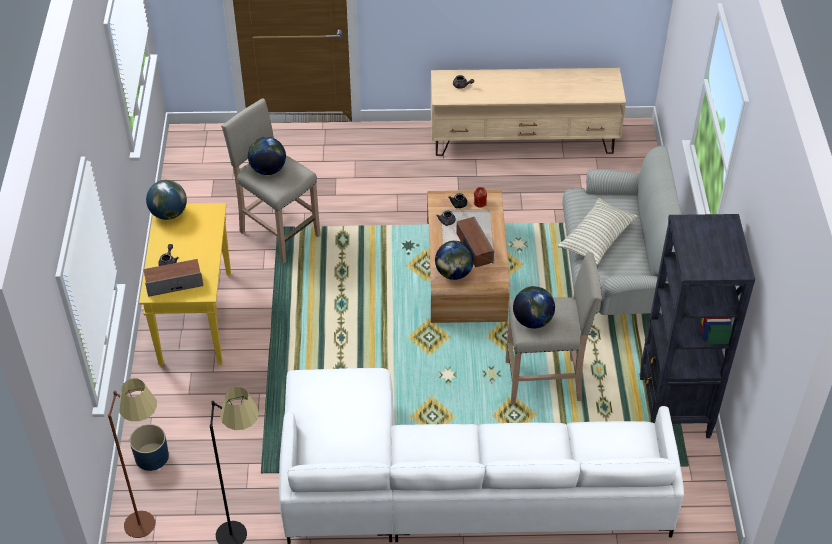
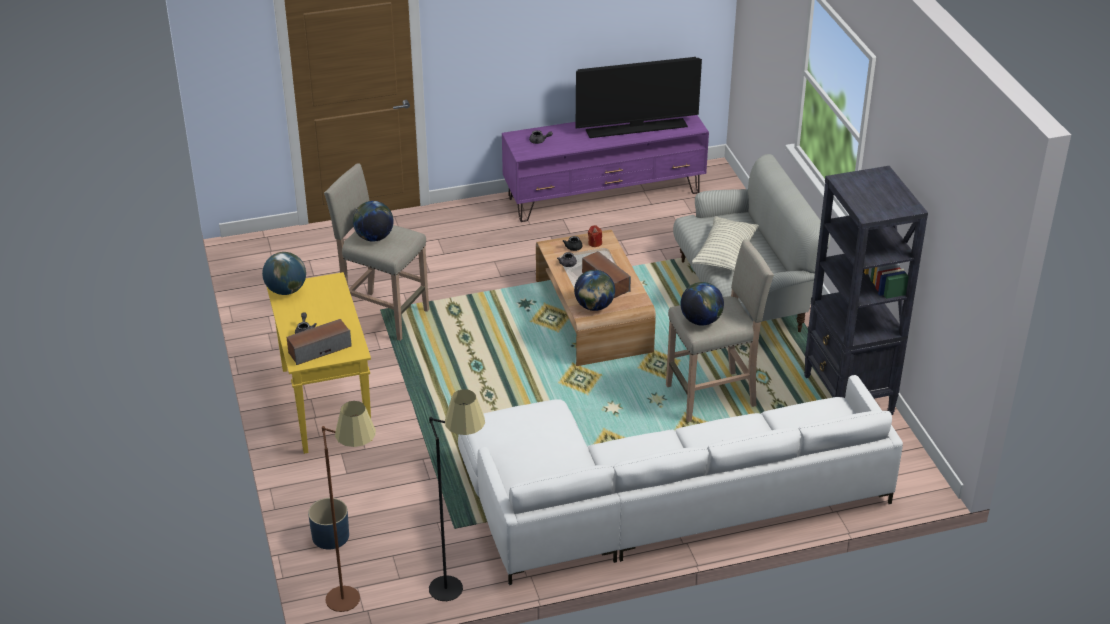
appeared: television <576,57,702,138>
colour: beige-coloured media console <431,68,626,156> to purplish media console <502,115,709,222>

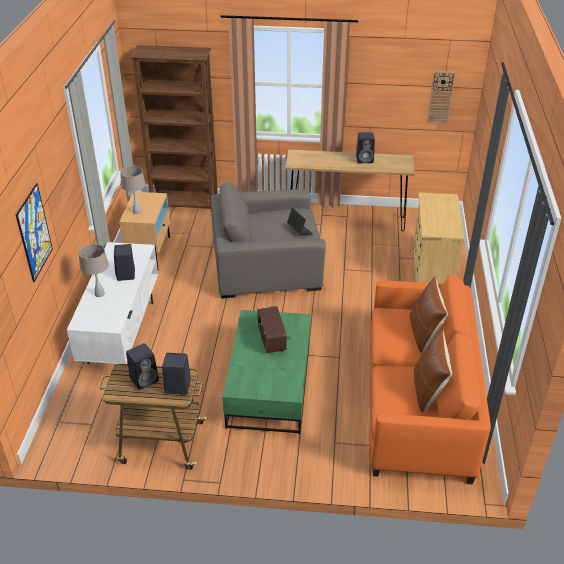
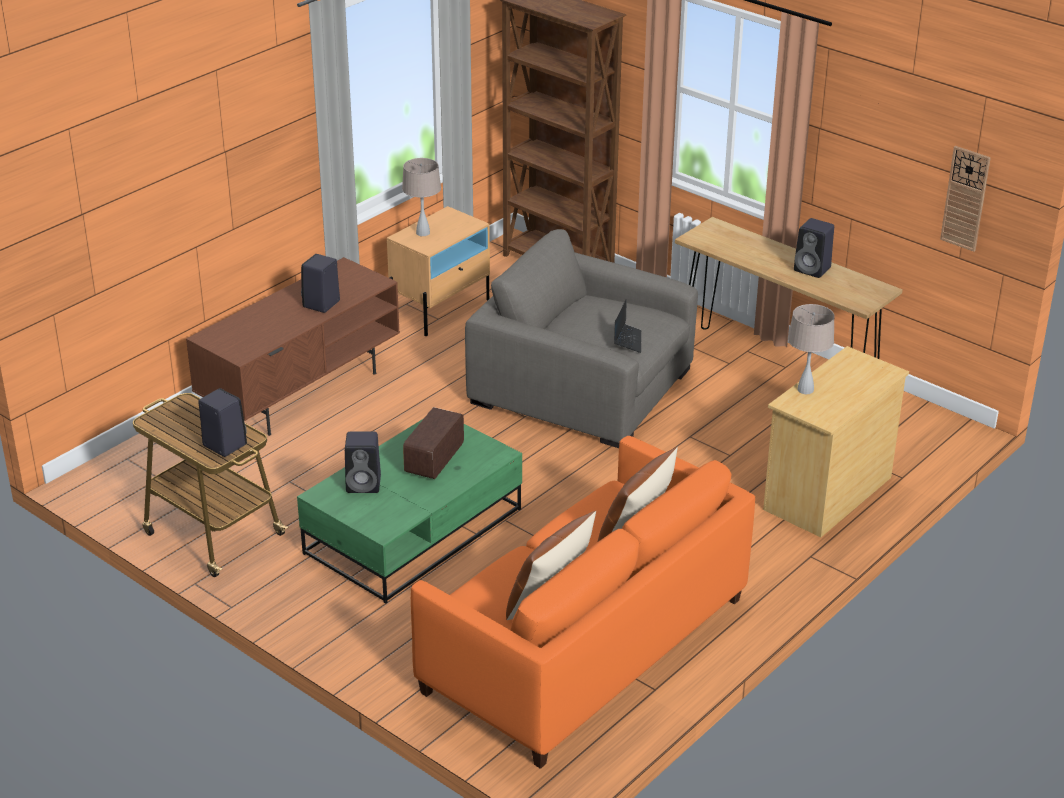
missing: wall picture <16,183,53,282>
relocated: beige-coloured tabletop lamp <78,244,109,297> to <788,304,835,394>; black speaker <126,343,159,390> to <345,431,381,493>
colour: white-coloured media console <67,242,158,364> to brown media console <186,257,400,436>

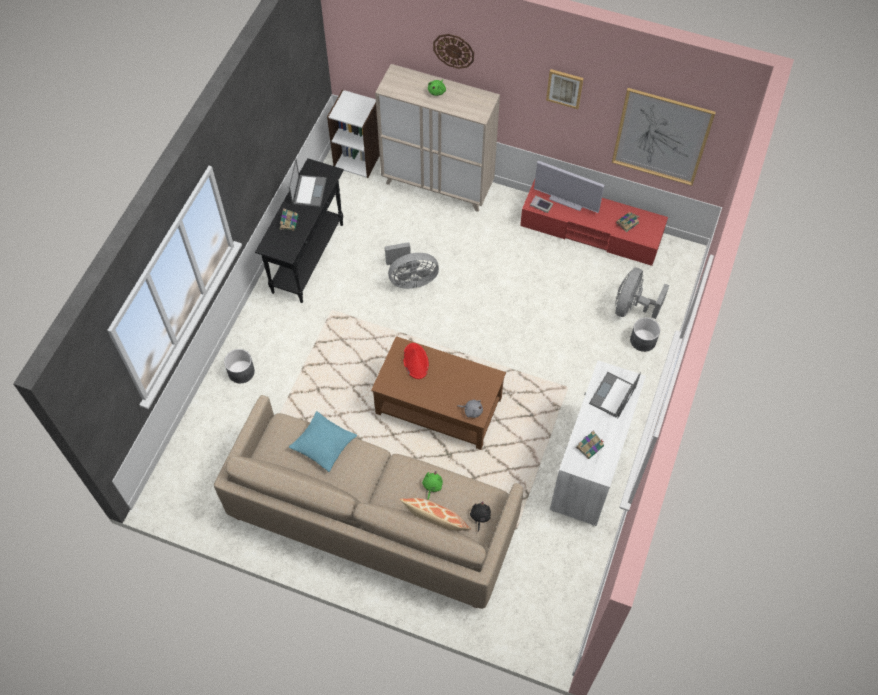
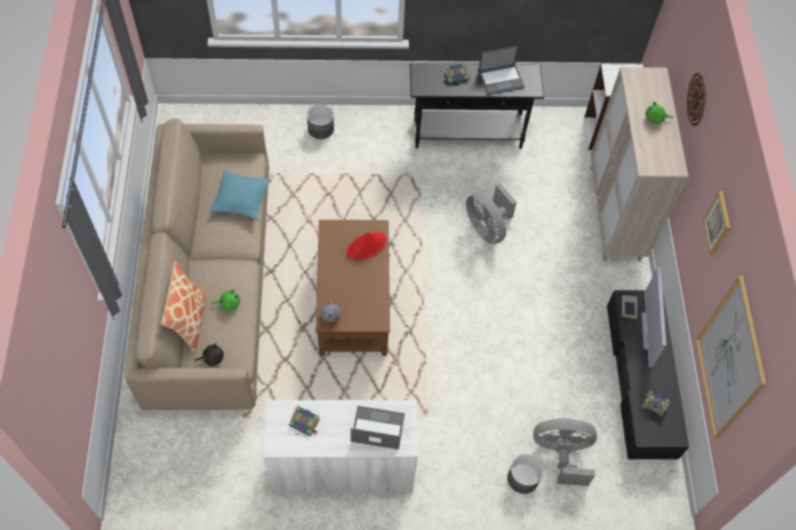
colour: reddish media console <520,179,668,266> to black media console <607,290,689,460>

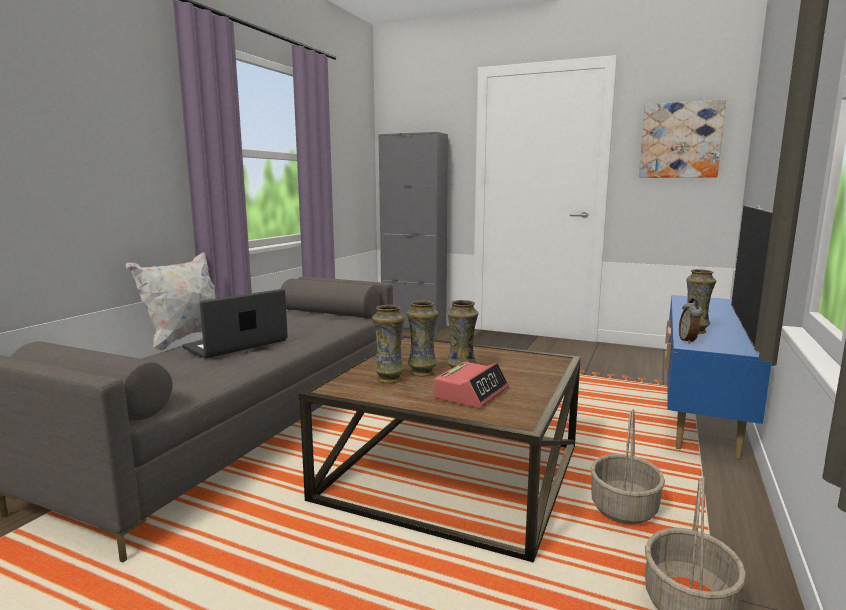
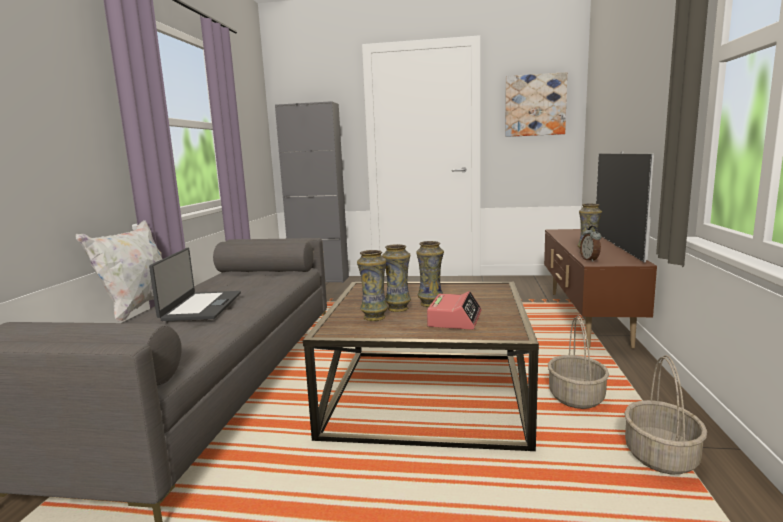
colour: blue media console <665,295,772,460> to brown media console <544,229,657,349>
spun: portable computer <182,289,288,358> = <149,248,241,321> 150 degrees clockwise

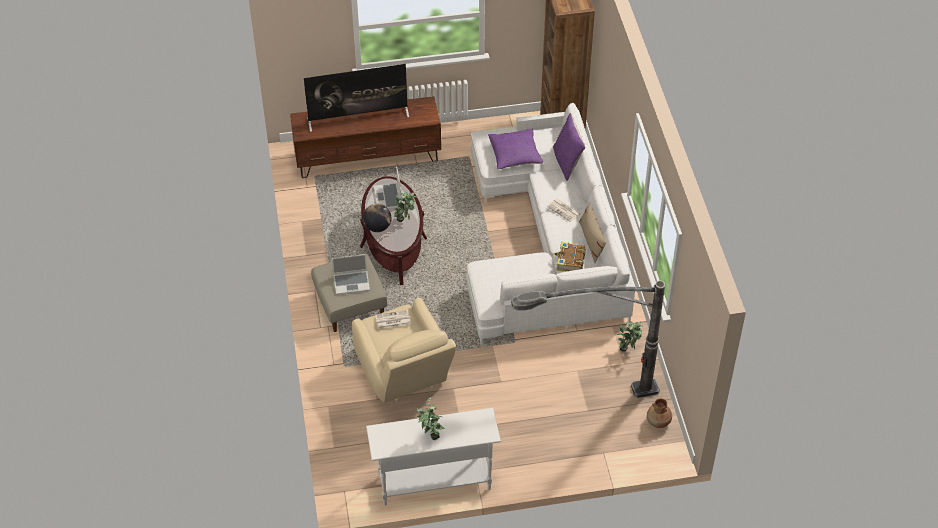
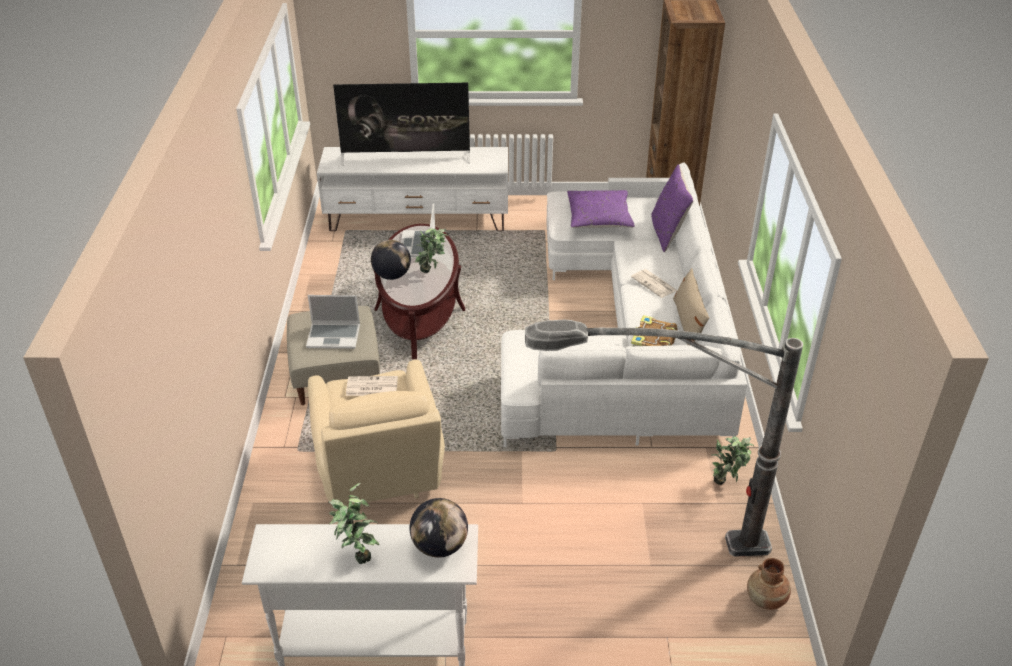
appeared: desk globe <410,498,468,558>
colour: brown media console <290,96,441,178> to white-coloured media console <317,147,508,231>

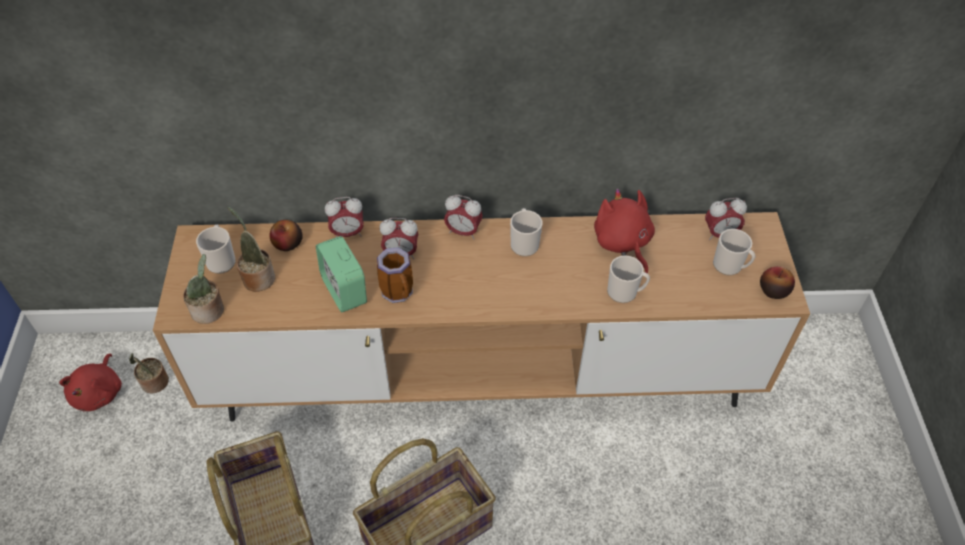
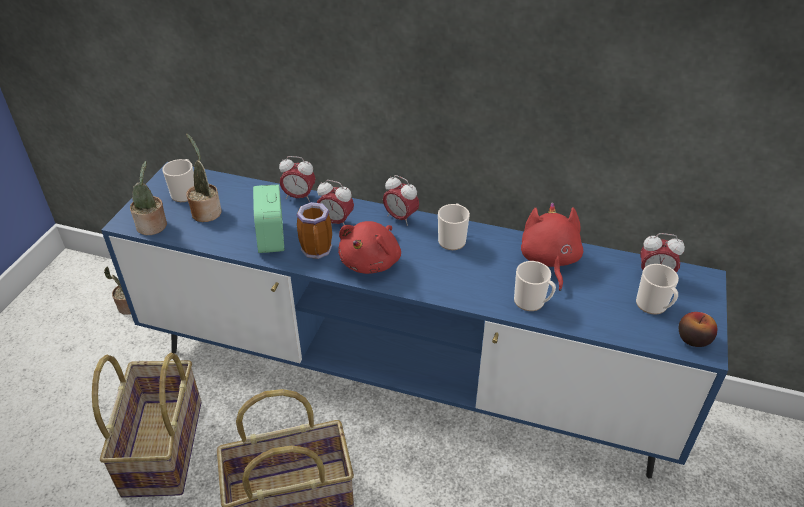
missing: apple <270,220,303,251>
relocated: reddish cuddly toy <59,353,122,411> to <338,221,401,274>
colour: brown media console <153,212,810,422> to blue media console <101,162,728,479>

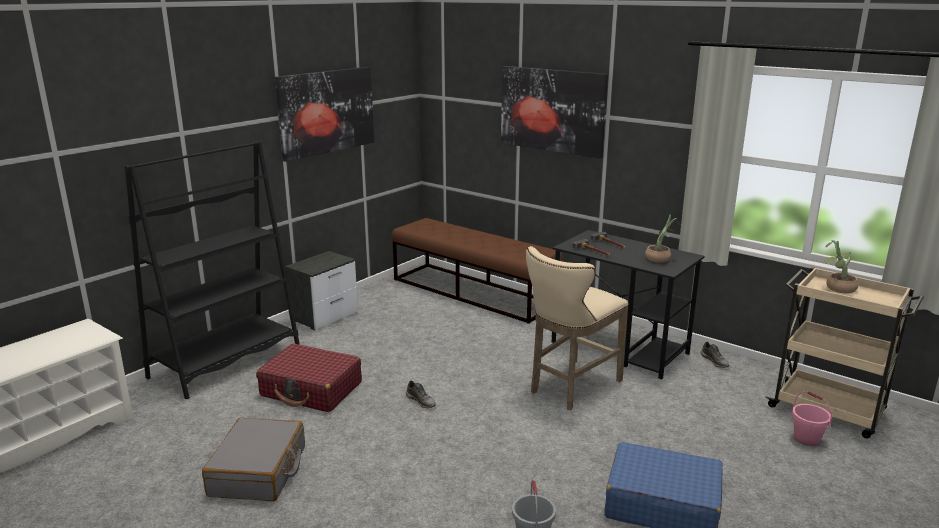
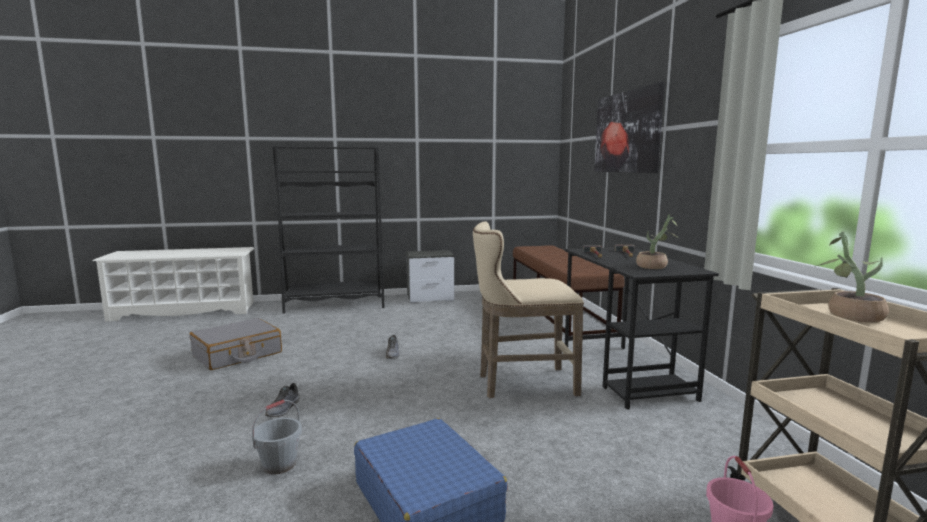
missing: reddish suitcase <256,343,362,412>; wall picture <275,67,374,162>
relocated: grey item of footwear <701,342,729,368> to <265,383,300,417>

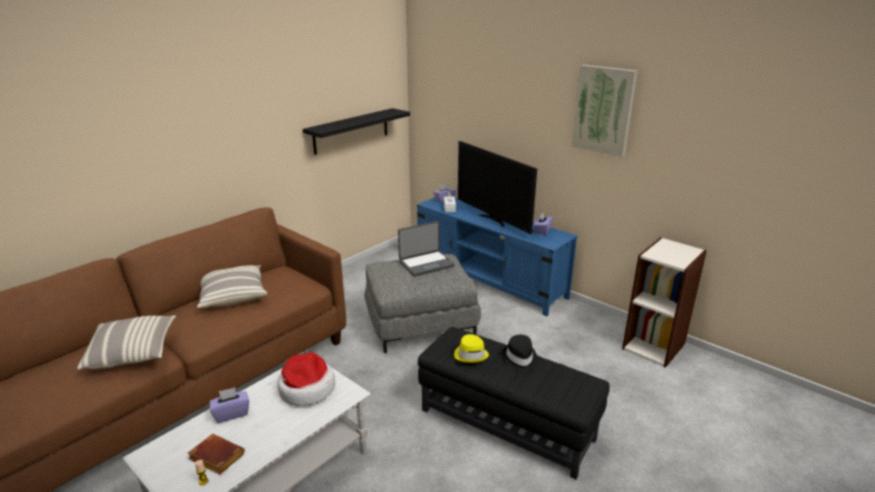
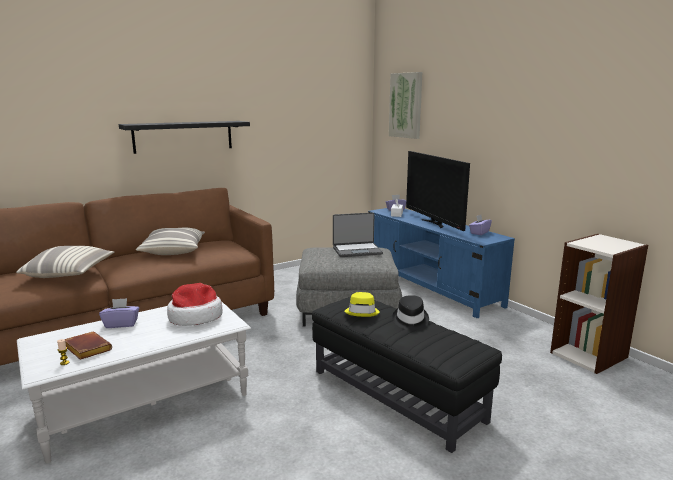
relocated: black shelf <303,108,410,155> to <119,121,250,154>; wall picture <572,65,637,157> to <389,72,422,139>

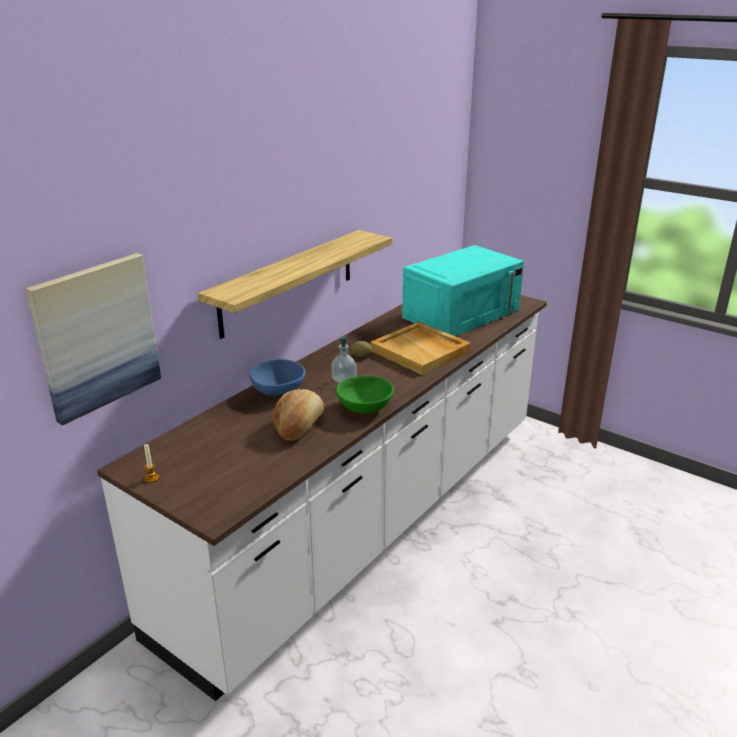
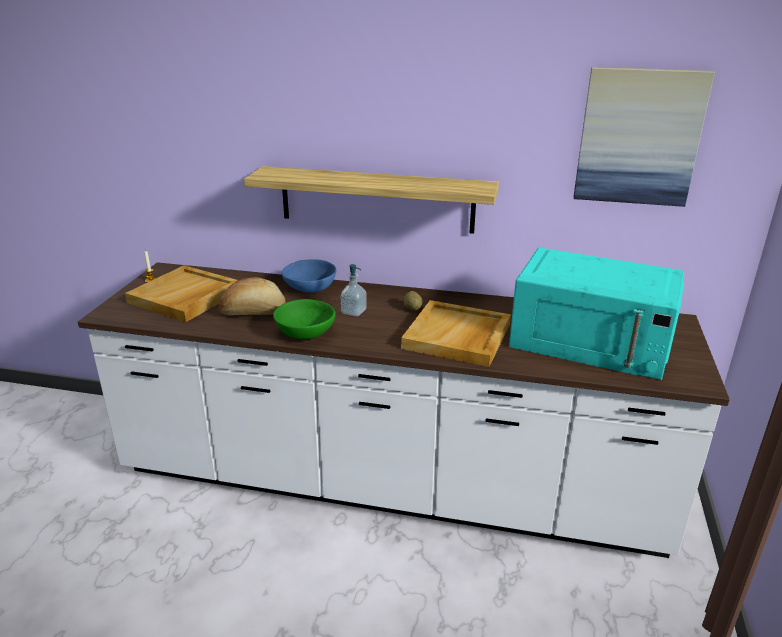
appeared: beige-coloured serving tray <125,265,237,322>
relocated: wall picture <25,253,161,425> to <574,67,715,207>

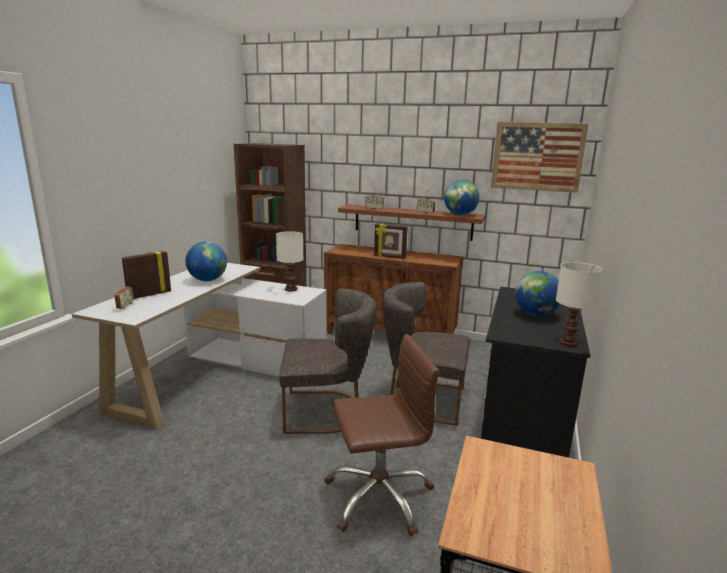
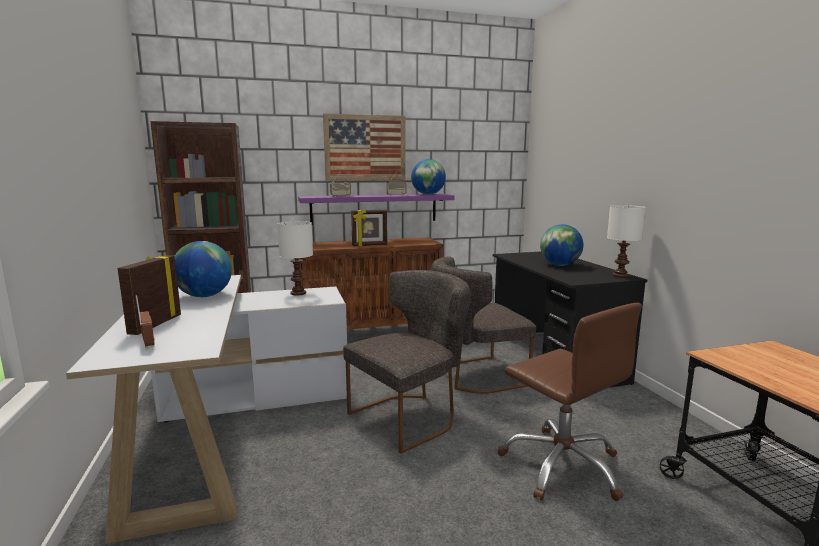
relocated: wall picture <491,122,589,193> to <323,113,406,181>
colour: brown shelf <338,205,485,241> to purplish shelf <298,194,455,225>
spun: brown computer chair <325,334,439,536> = <498,303,642,501> 105 degrees clockwise

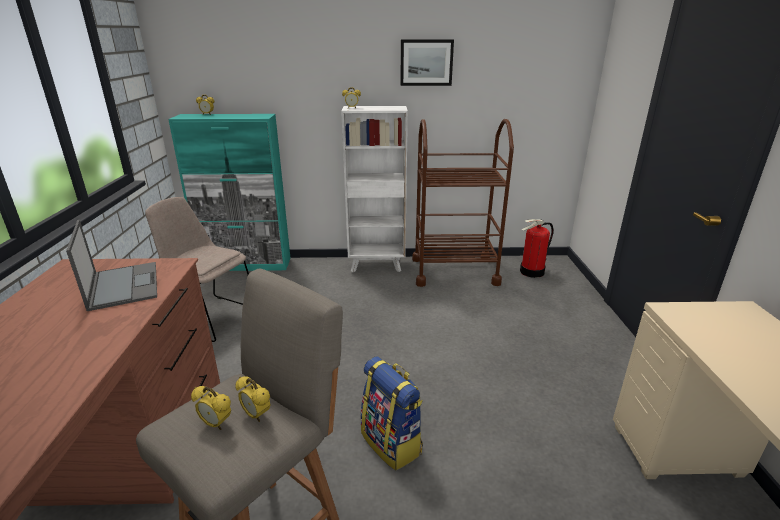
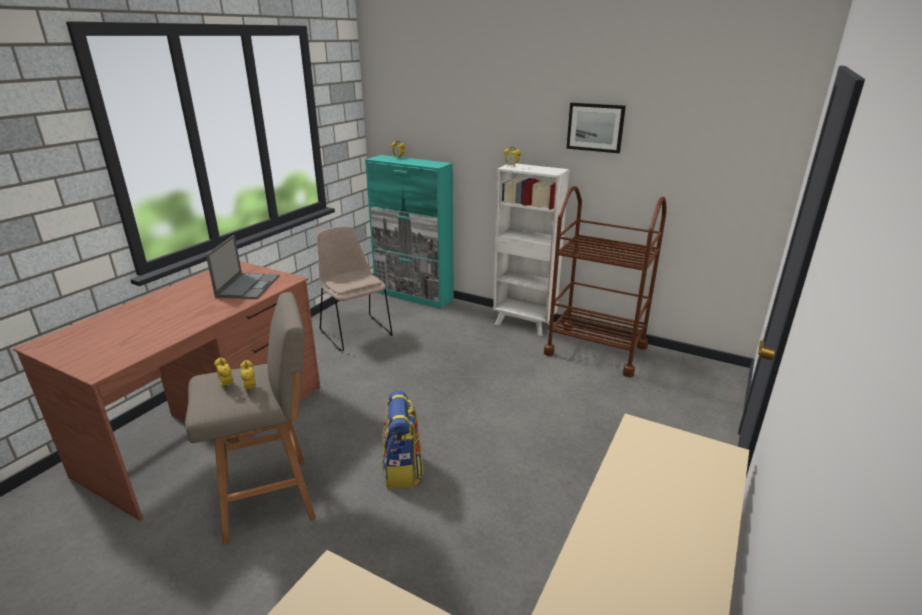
missing: fire extinguisher <520,219,554,278>

